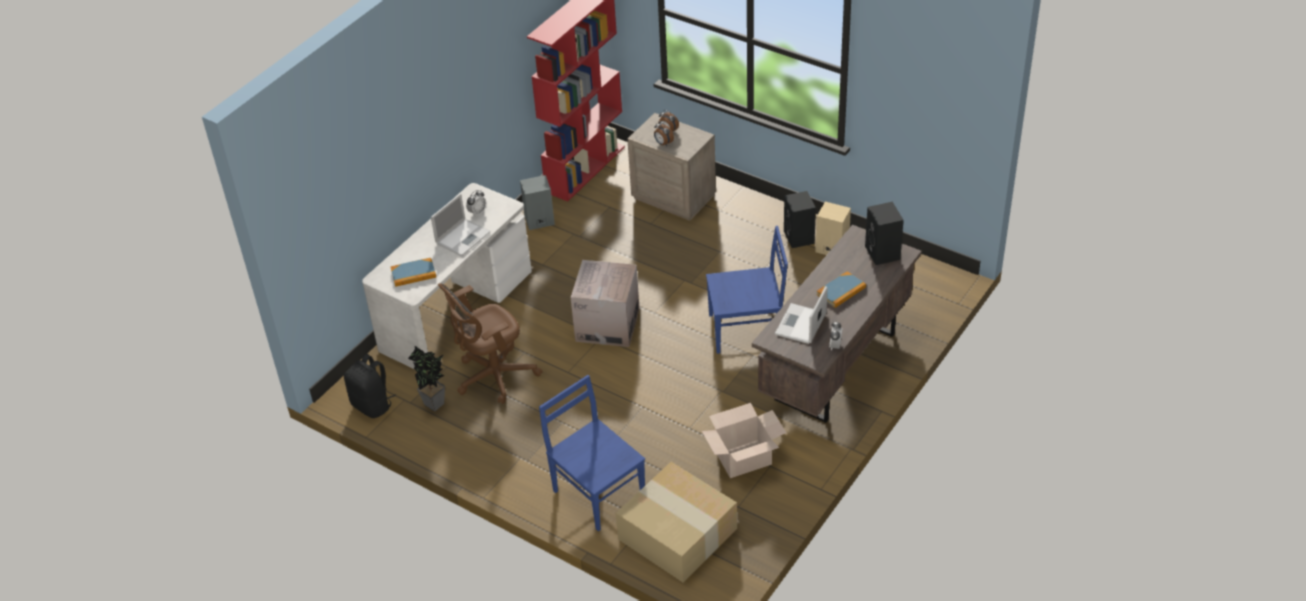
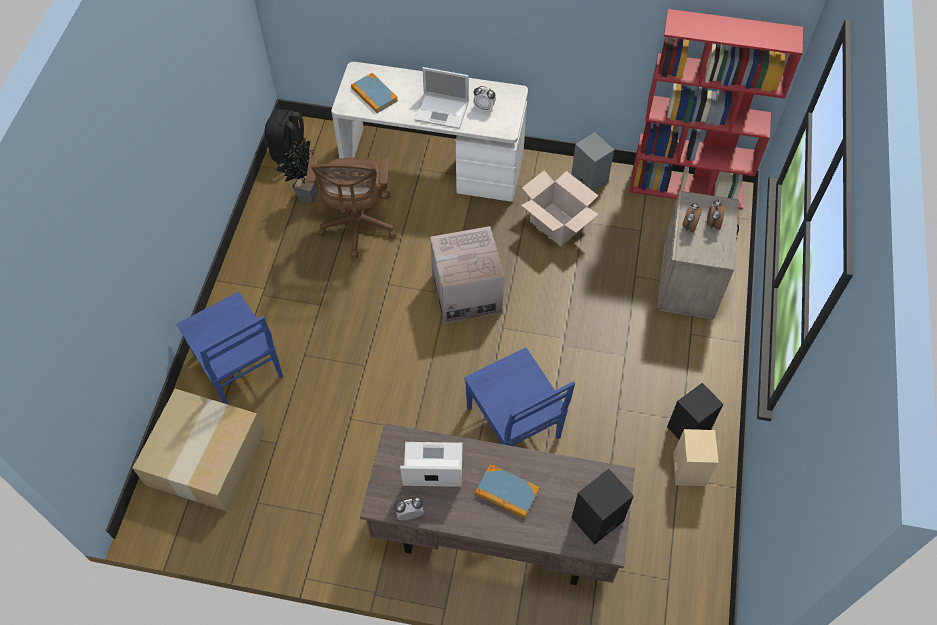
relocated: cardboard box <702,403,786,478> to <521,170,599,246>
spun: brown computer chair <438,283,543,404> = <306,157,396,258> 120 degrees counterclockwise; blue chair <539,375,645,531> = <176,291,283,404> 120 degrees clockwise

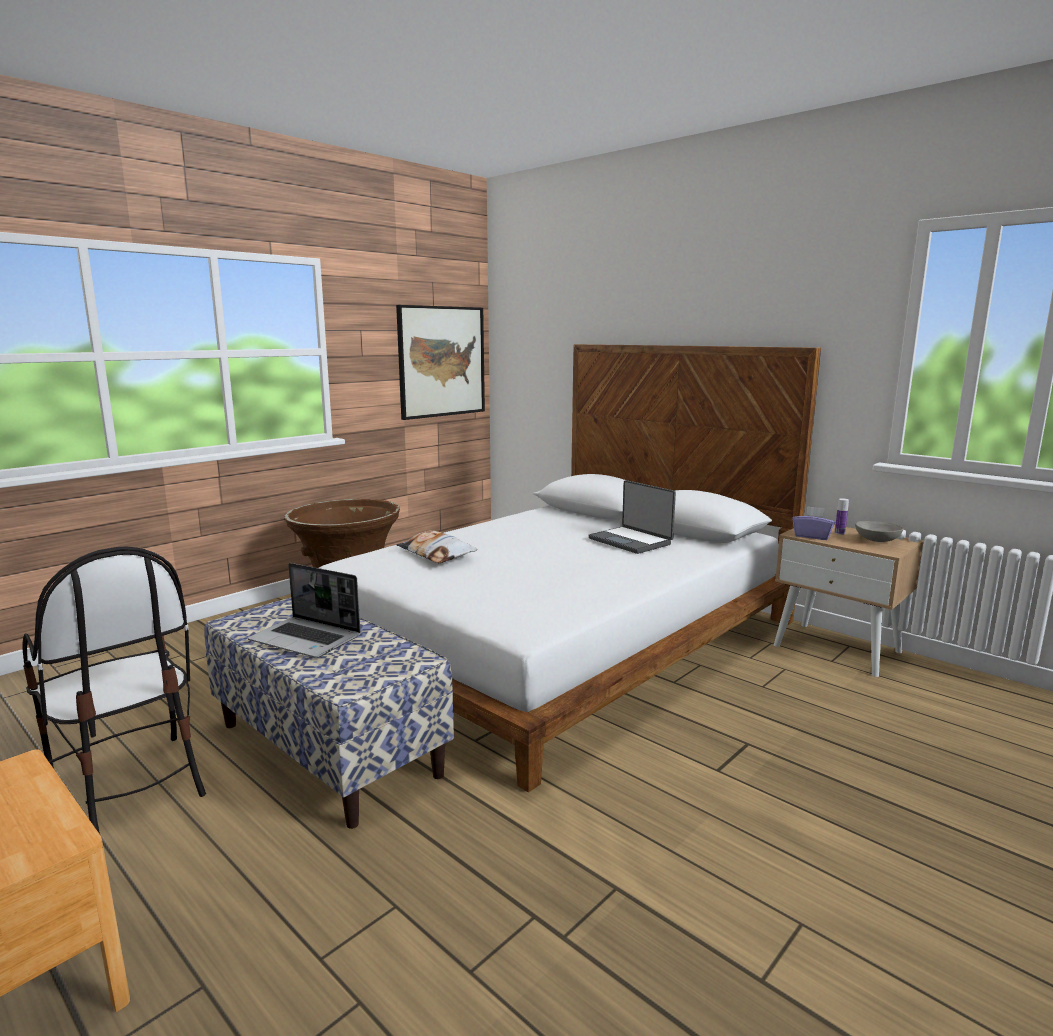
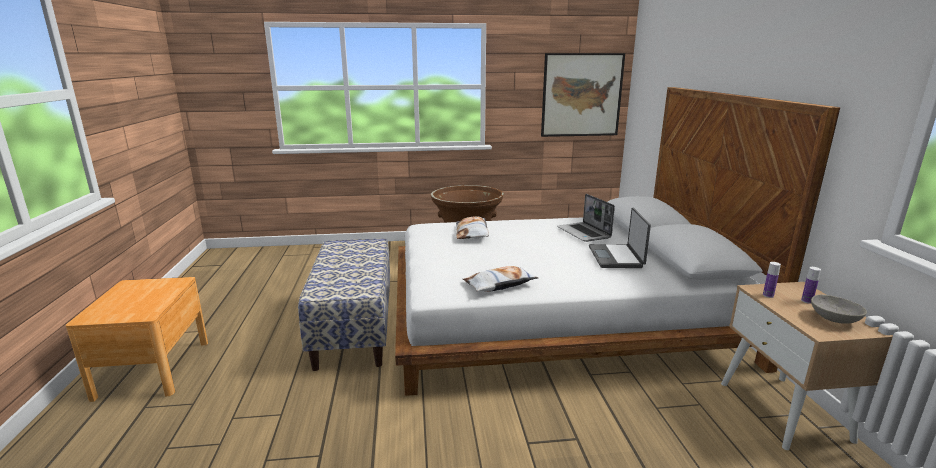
missing: chair <23,546,206,834>
appeared: pillow <463,266,539,292>
relocated: portable computer <248,563,361,658> to <557,194,615,242>
exchanged: purplish box of tissues <793,506,835,540> to bottle <763,262,781,298>

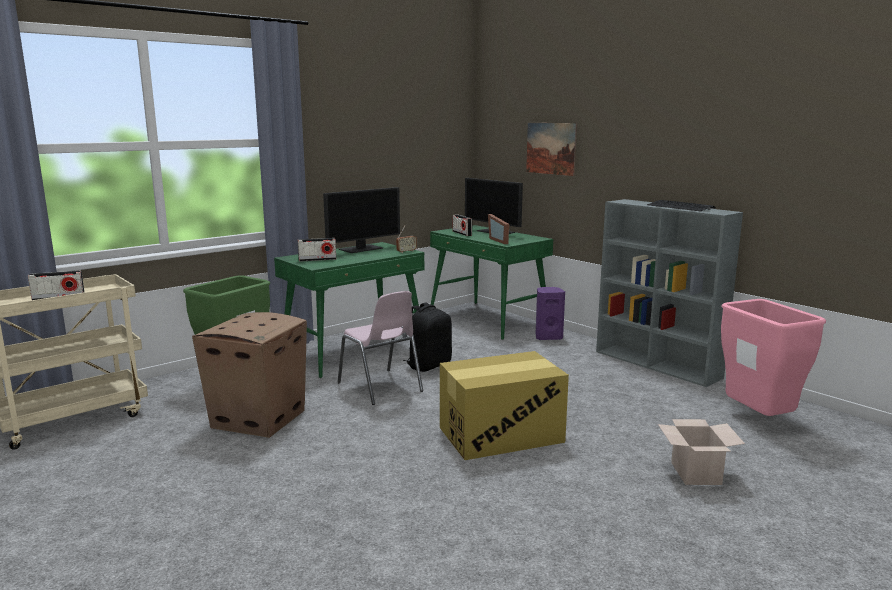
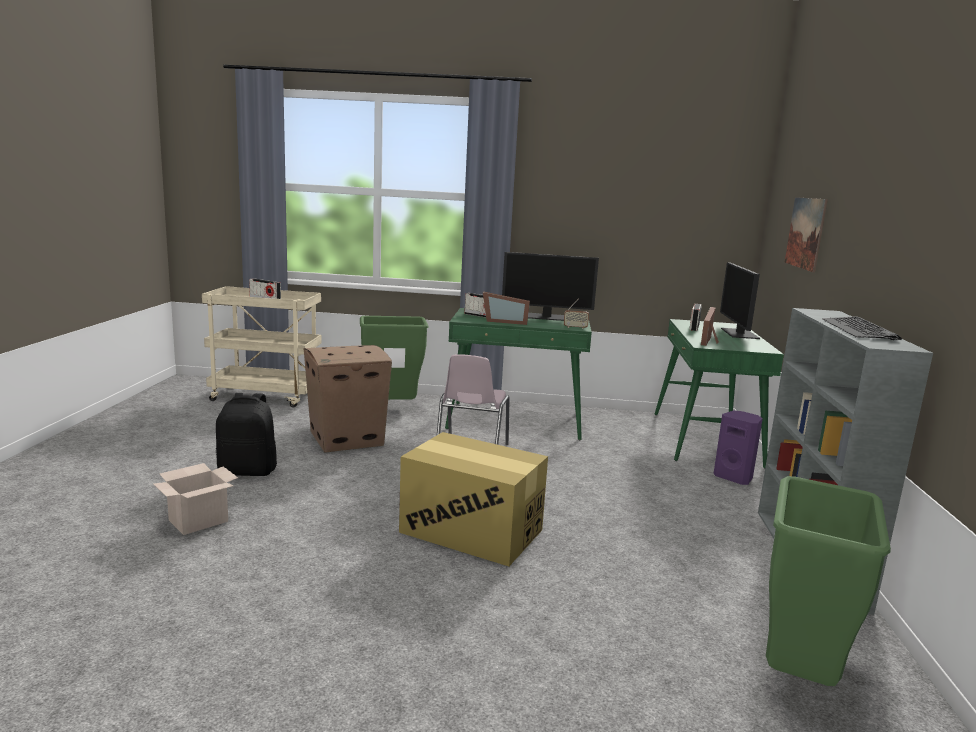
appeared: standing frame <483,291,530,325>
relocated: black rucksack <403,302,452,372> to <216,393,277,476>; cardboard box <658,419,745,485> to <153,463,238,535>
colour: pink-coloured trash can <721,299,826,416> to green trash can <766,476,891,686>

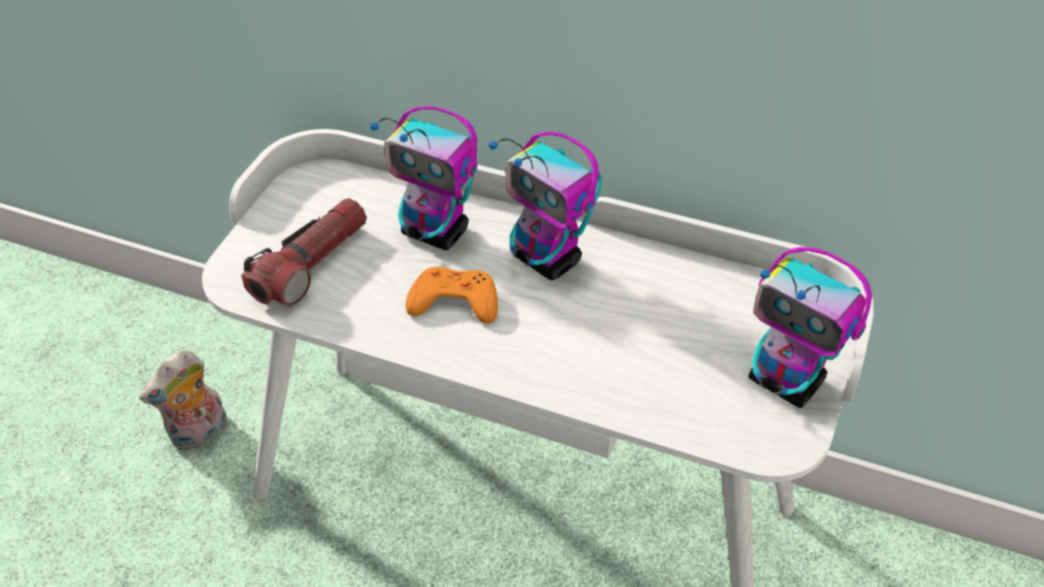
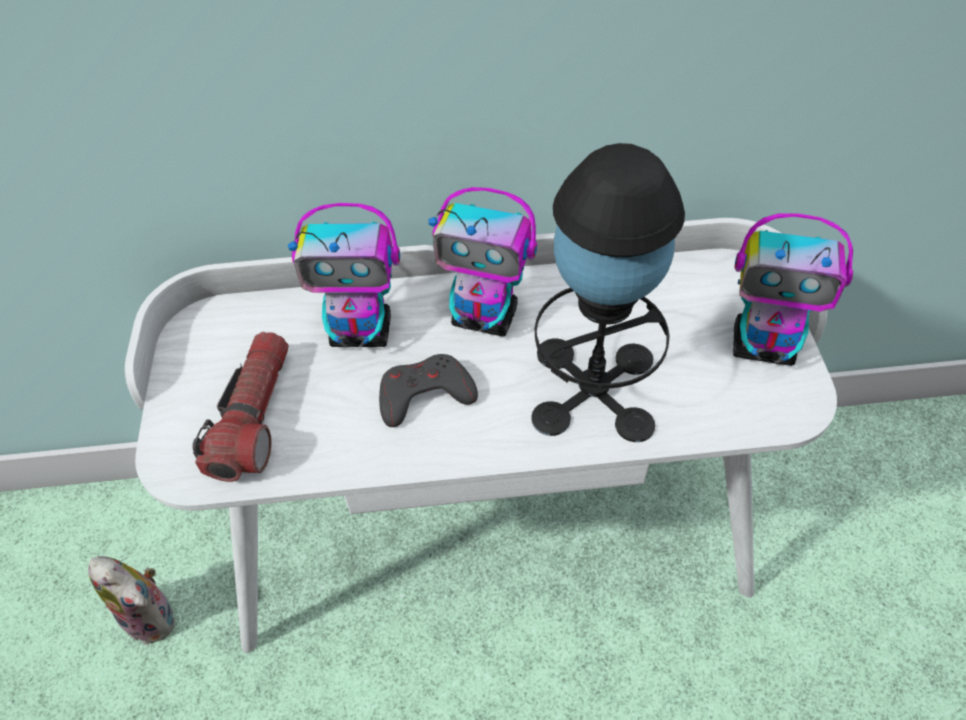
appeared: black tabletop lamp <531,143,685,442>
colour: orangey gamepad <406,267,498,323> to grey gamepad <379,354,478,427>
spun: cuddly toy <139,350,227,451> = <88,556,175,645> 75 degrees counterclockwise

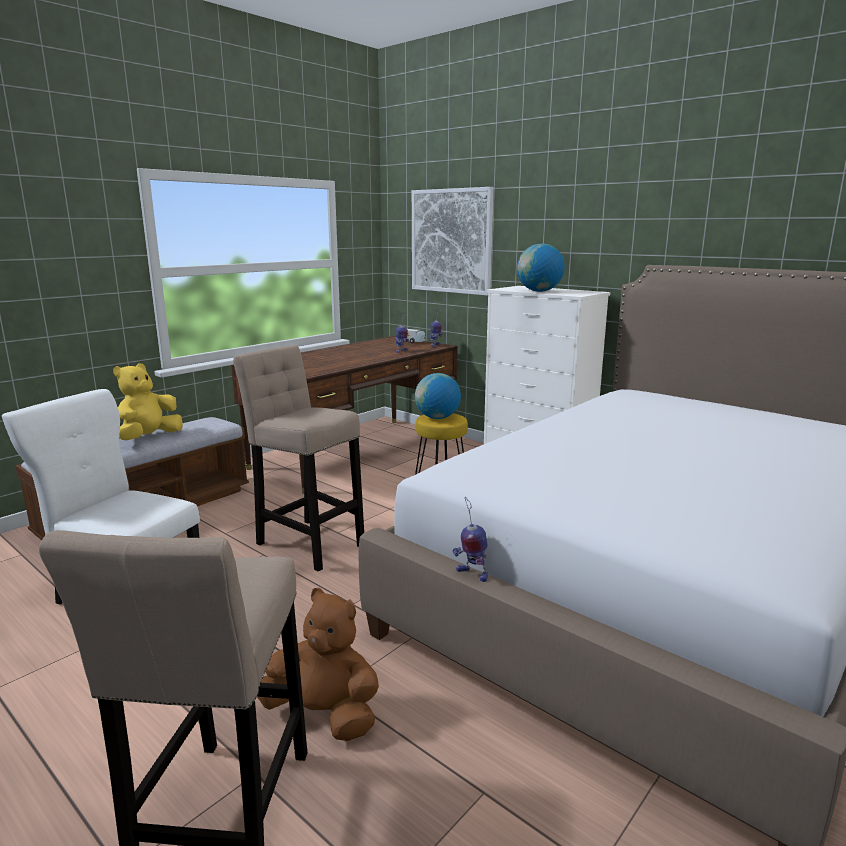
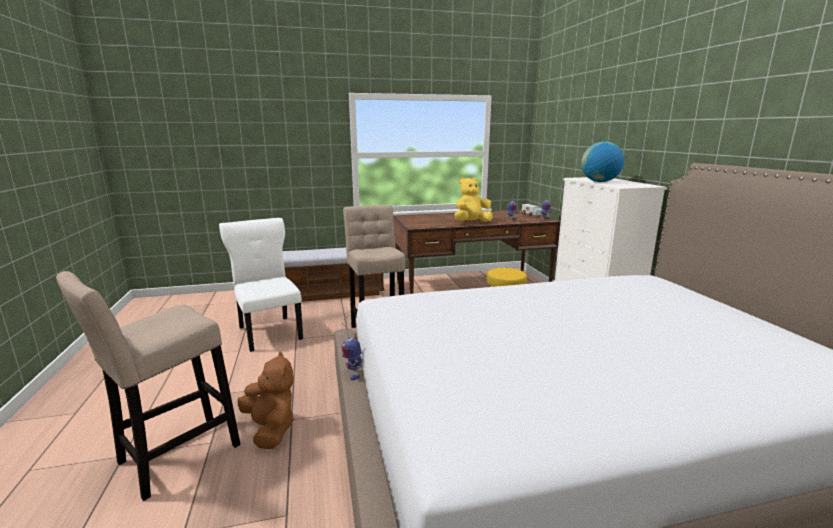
missing: wall picture <412,187,494,296>; desk globe <415,373,461,419>
relocated: yellowish cuddly toy <113,363,183,440> to <454,177,492,222>

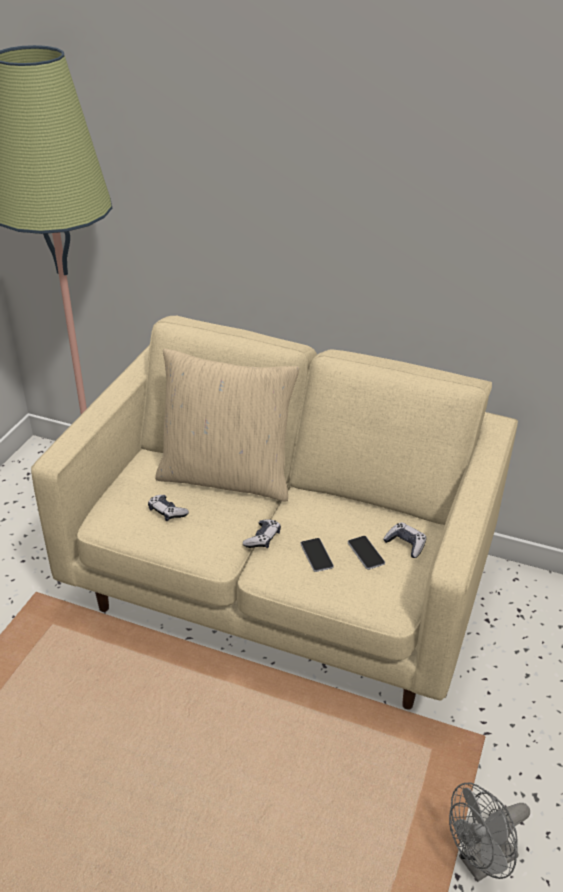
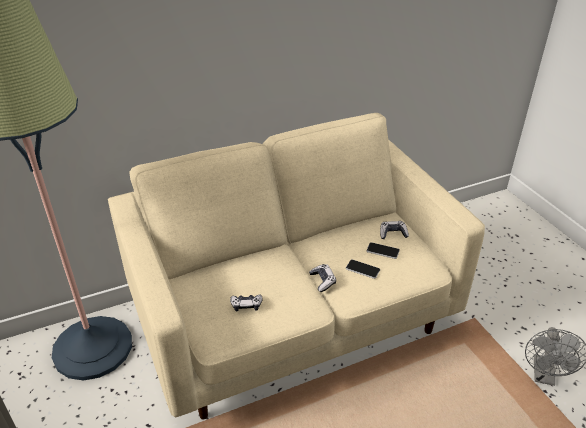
missing: beige-coloured pillow <155,349,299,502>

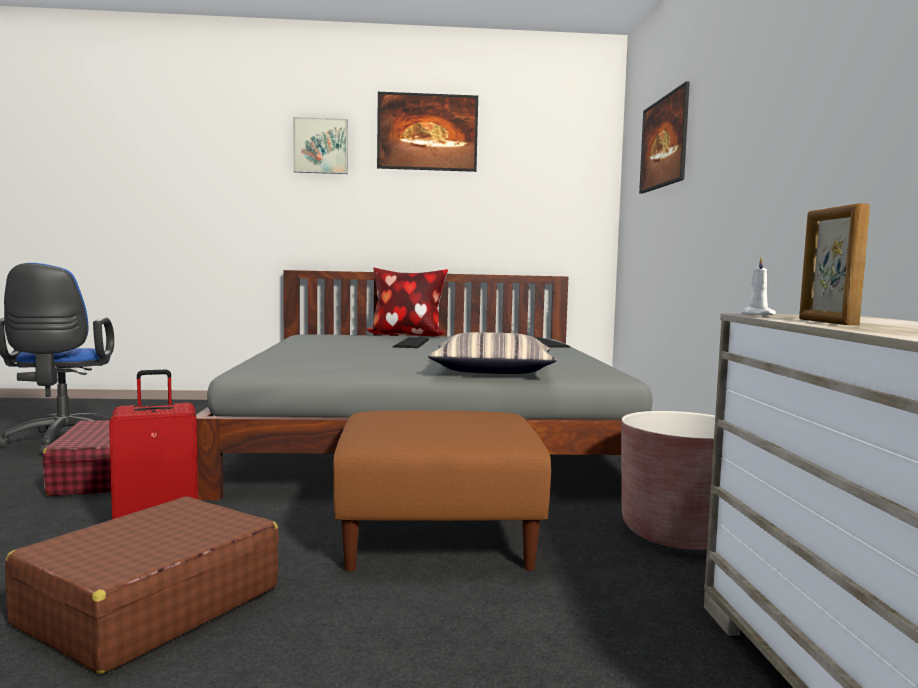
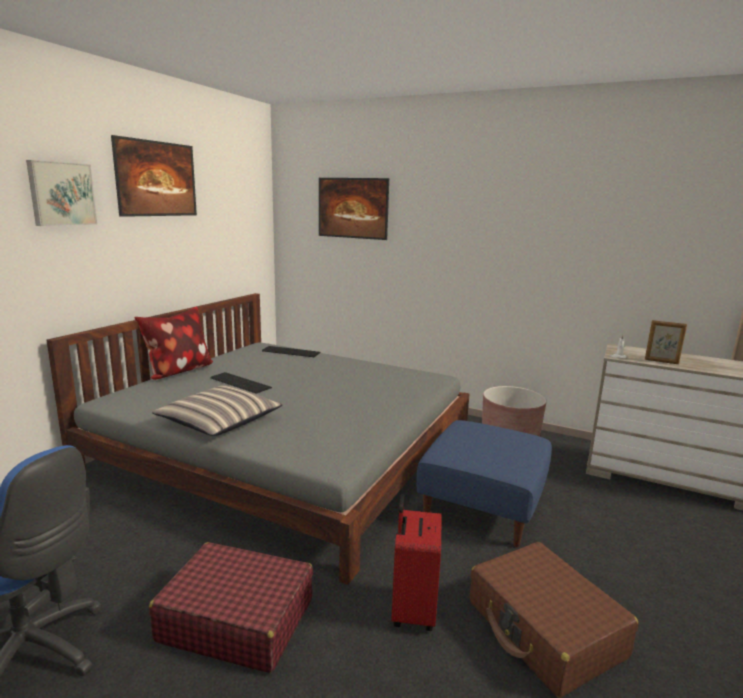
relocated: pillow <428,332,557,374> to <152,385,283,436>
colour: brown pouffe <333,410,551,572> to blue pouffe <416,420,552,547>

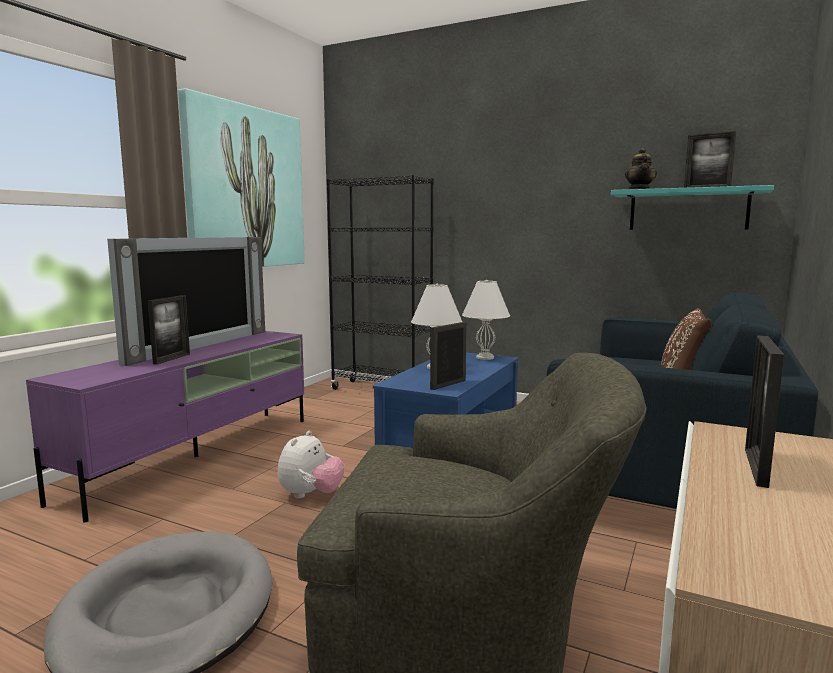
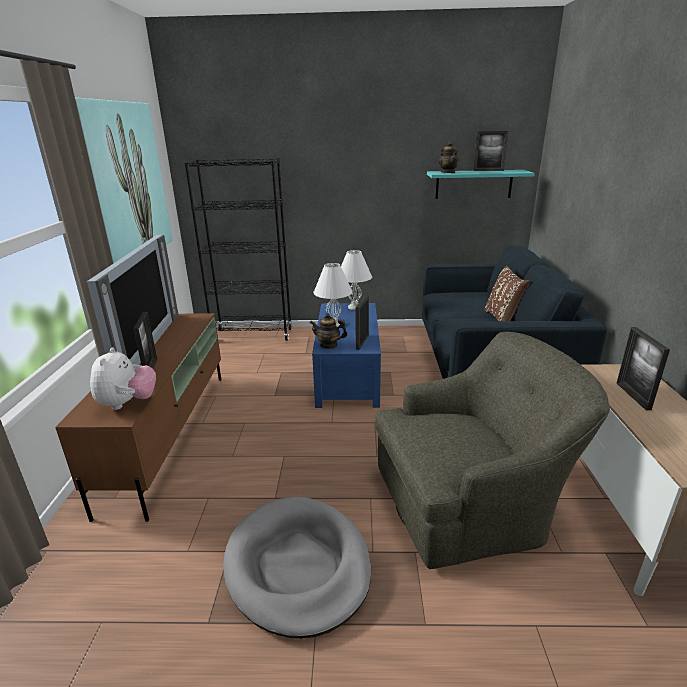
appeared: pot for tea <310,313,348,349>
relocated: cuddly toy <278,431,345,499> to <90,347,156,410>
colour: purplish media console <26,331,304,523> to brown media console <55,313,221,522>

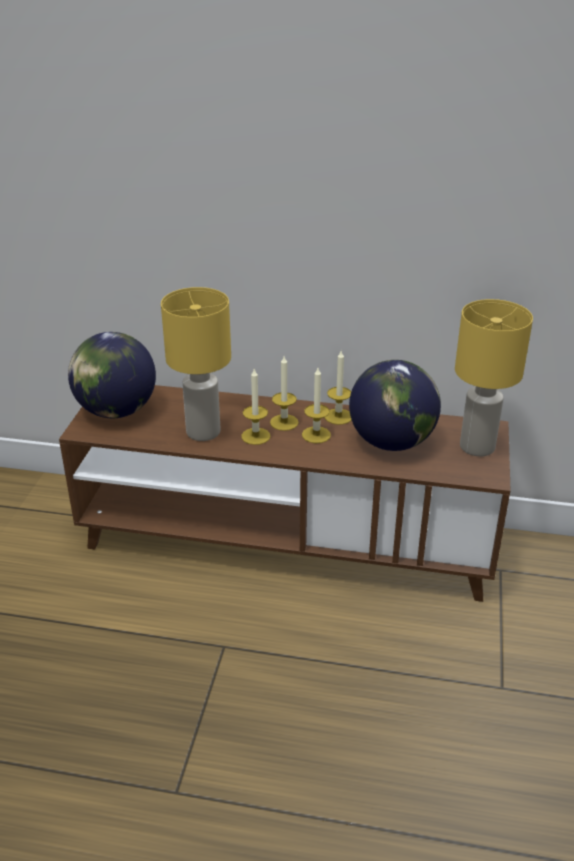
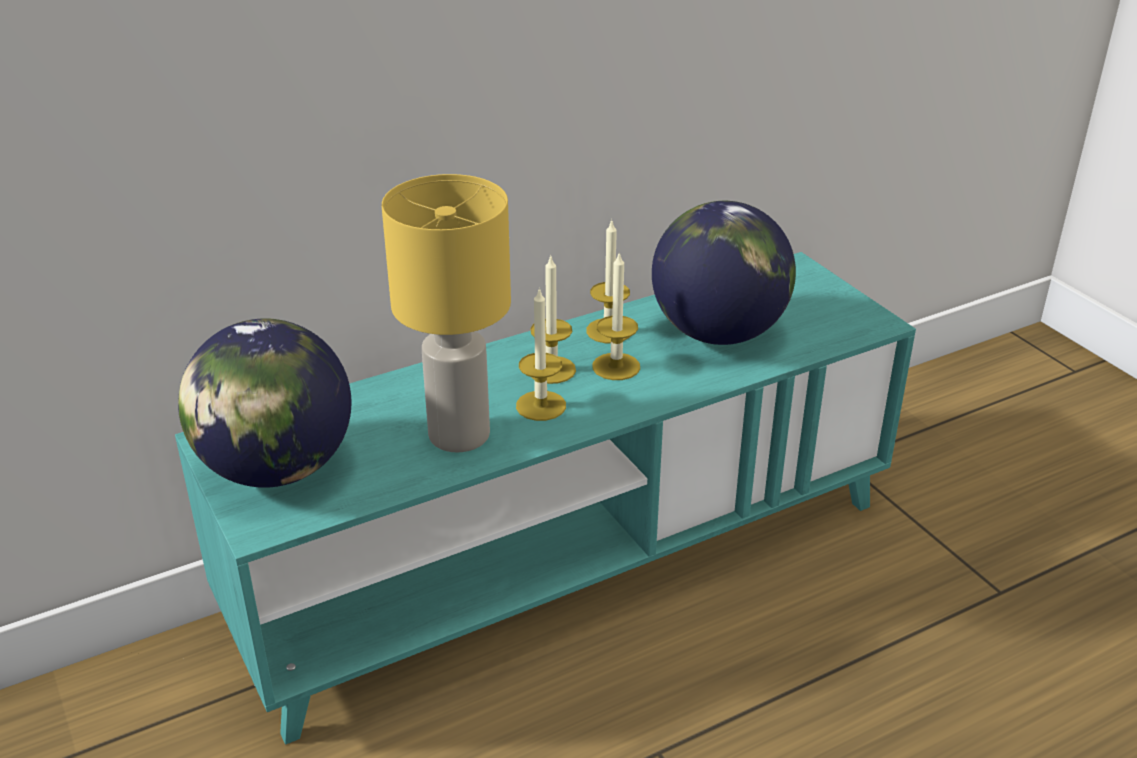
missing: yellowish tabletop lamp <455,299,533,456>
colour: brown media console <59,385,511,602> to turquoise media console <175,252,916,745>

